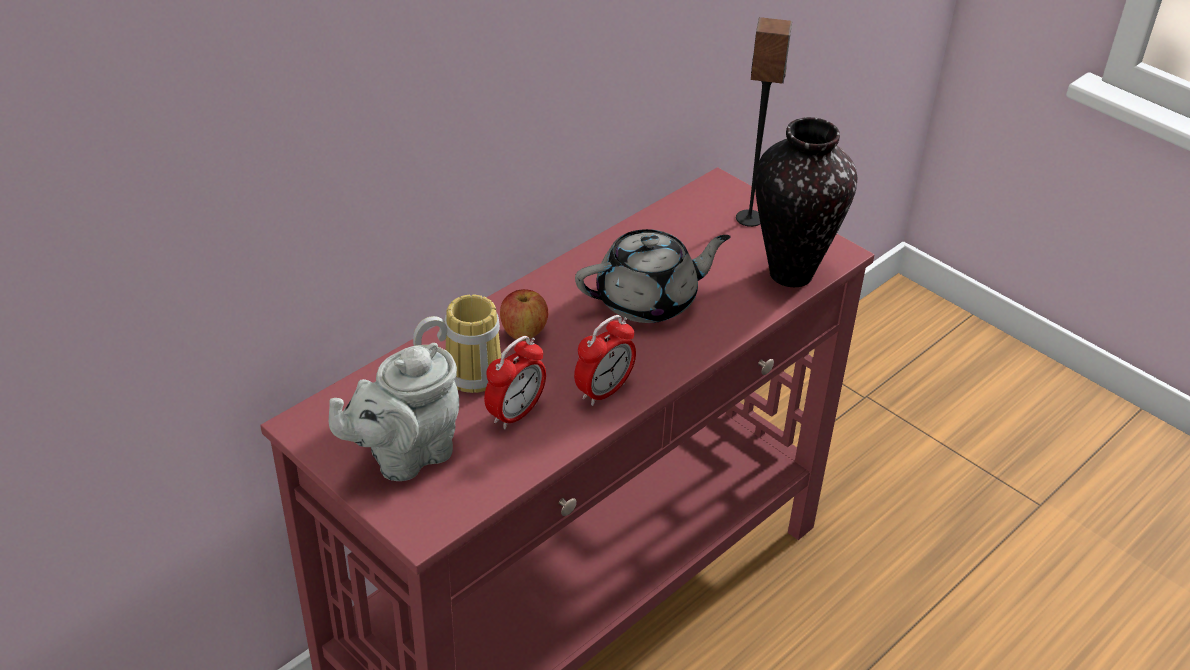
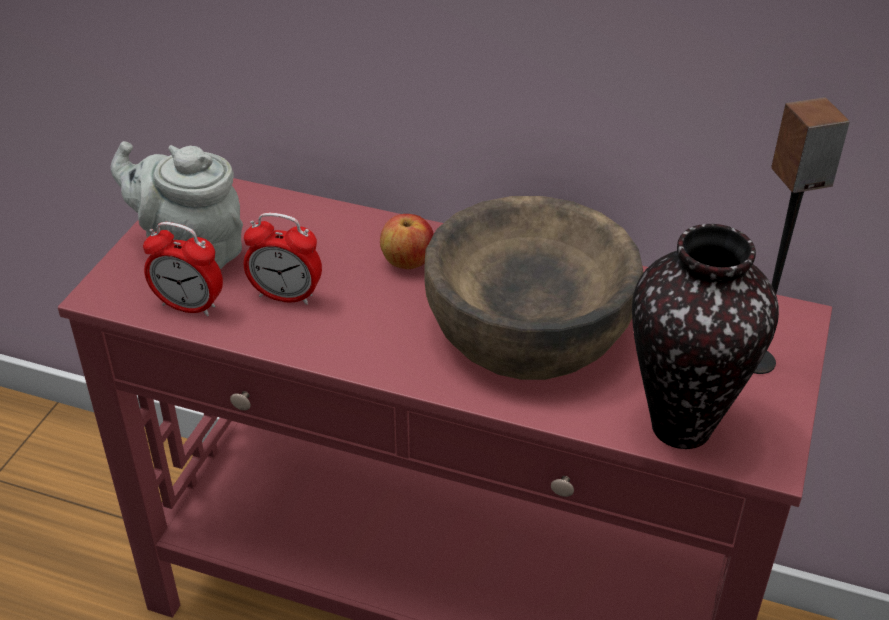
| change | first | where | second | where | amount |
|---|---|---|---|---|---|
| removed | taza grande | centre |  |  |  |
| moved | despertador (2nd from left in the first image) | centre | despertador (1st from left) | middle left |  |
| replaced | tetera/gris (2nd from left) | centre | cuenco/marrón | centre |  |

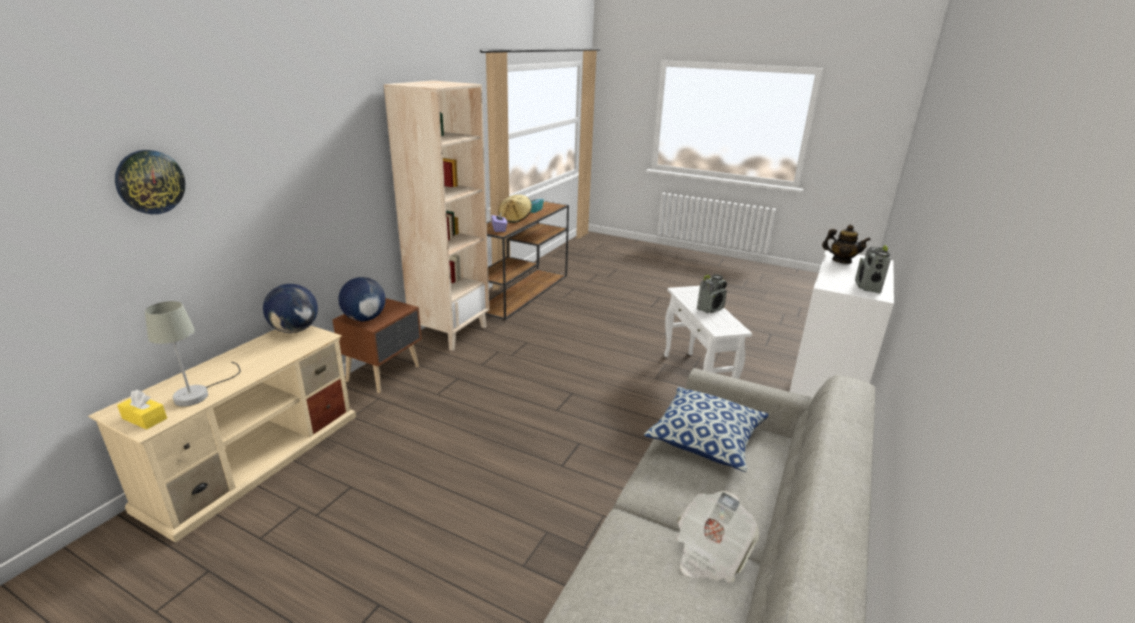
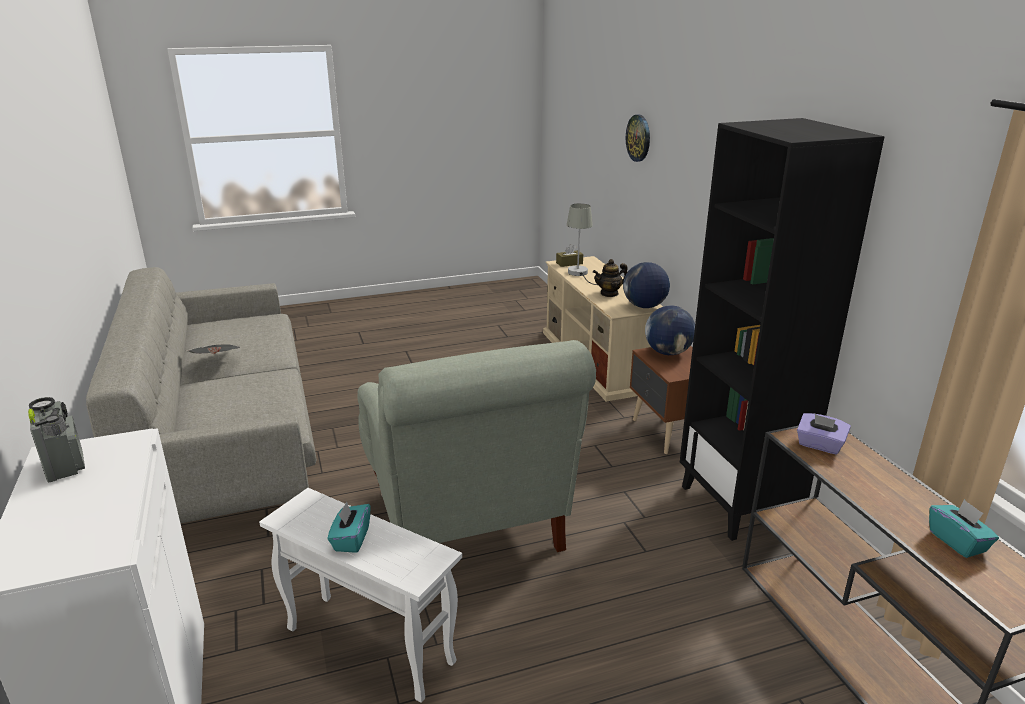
| change | first | where | second | where | amount |
|---|---|---|---|---|---|
| recoloured | caja de pañuelos/amarillo | middle left | caja de pañuelos/marrón | centre |  |
| recoloured | estantería/beis | centre | estantería/negro | middle right |  |
| removed | sombrero/beis | centre |  |  |  |
| removed | cojín | bottom centre |  |  |  |
| replaced | radio (1st from left) | centre | caja de pañuelos/turquesa (1st from left) | bottom centre |  |
| moved | tetera | middle right |  | centre |  |
| added |  |  | sillón/gris | centre |  |

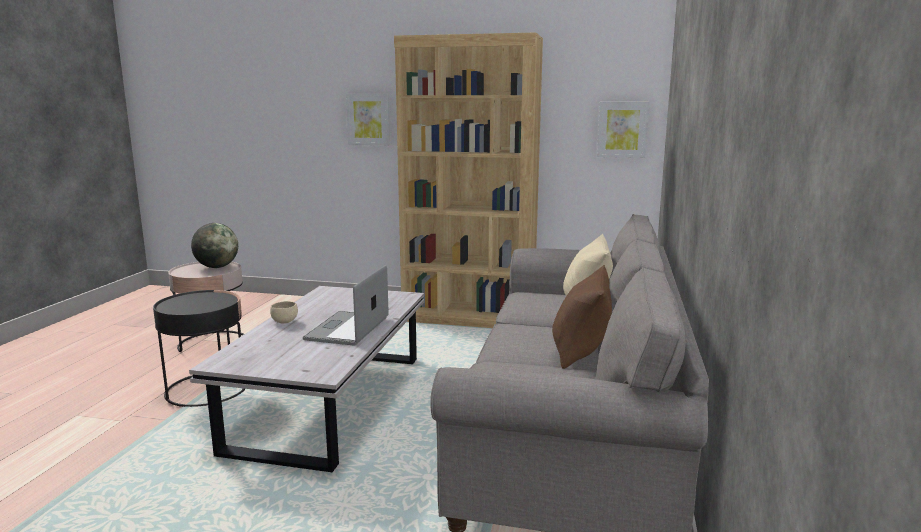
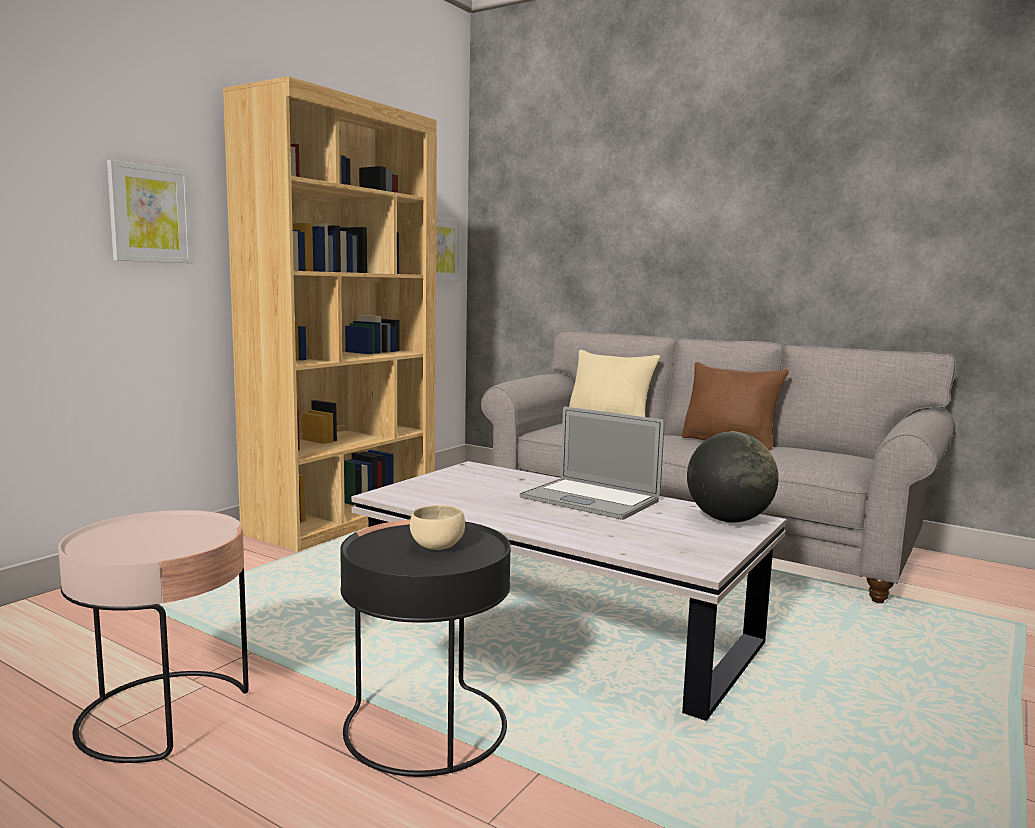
| change | first | where | second | where | amount |
|---|---|---|---|---|---|
| moved | globo terráqueo | middle left |  | middle right |  |
| moved | cuenco/beis | middle left |  | centre |  |

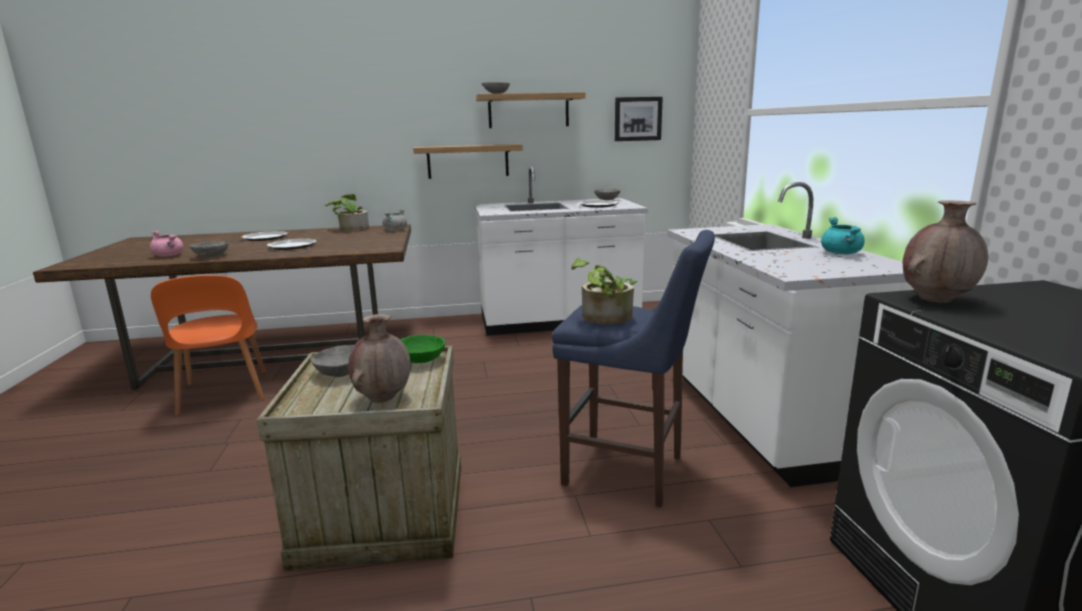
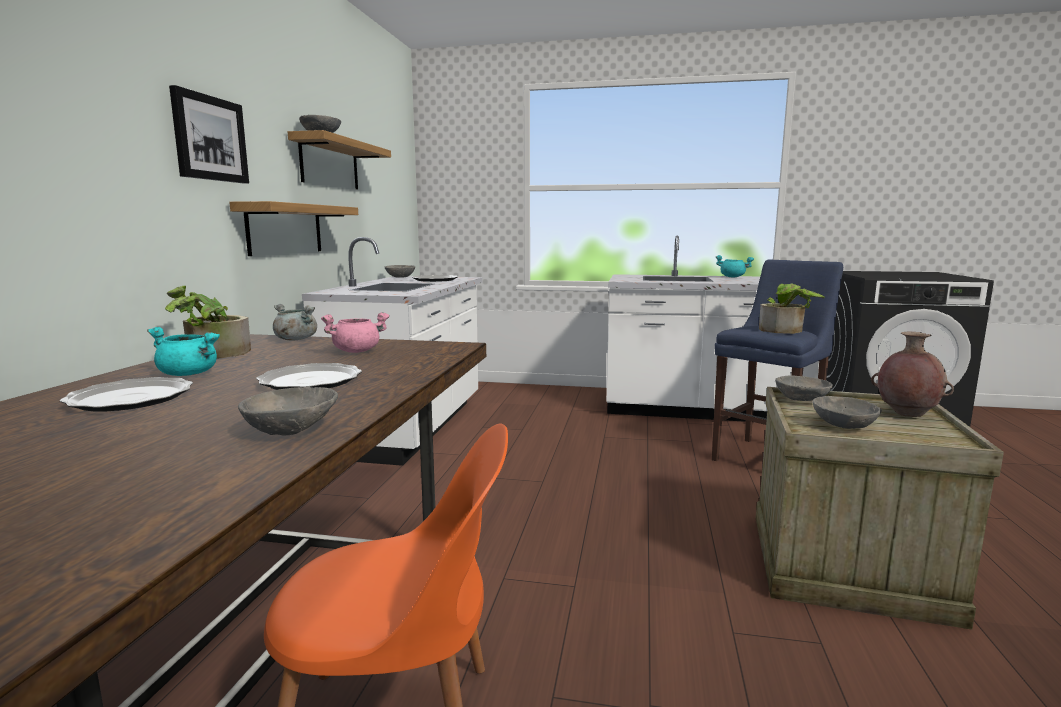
| change | first | where | second | where | amount |
|---|---|---|---|---|---|
| moved | olla/rosa | middle left |  | centre |  |
| recoloured | cuenco/verde | centre | cuenco/gris (4th from left) | middle right |  |
| moved | cuadro | top centre |  | top left |  |
| removed | florero/marrón (2nd from left) | middle right |  |  |  |
| added |  |  | olla/turquesa (1st from left) | middle left |  |

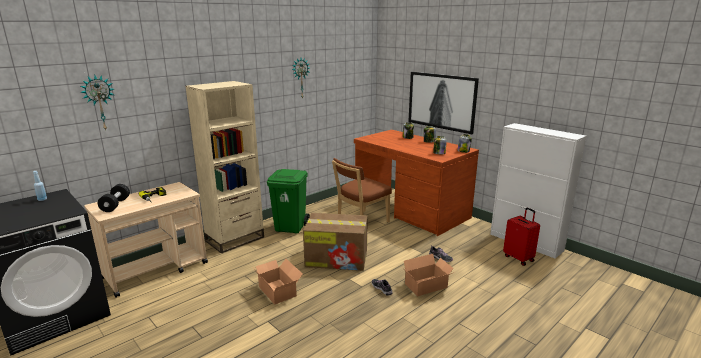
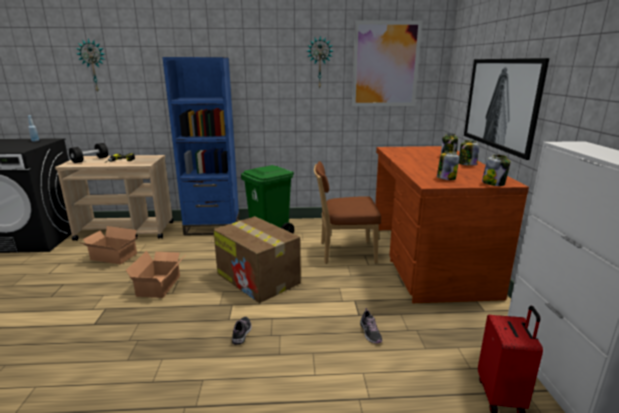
| change | first | where | second | where | amount |
|---|---|---|---|---|---|
| recoloured | estantería/beis | middle left | estantería/azul | middle left |  |
| moved | caja de cartón (3rd from left in the first image) | bottom centre | caja de cartón (1st from left) | middle left |  |
| added |  |  | cuadro (1st from left) | top centre |  |

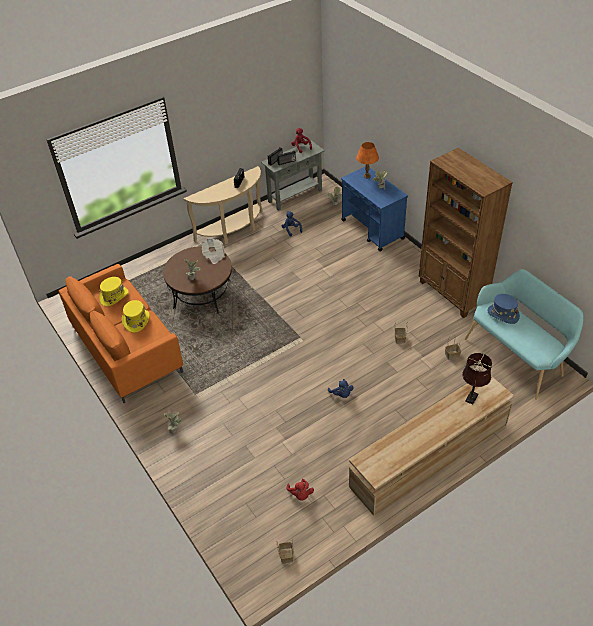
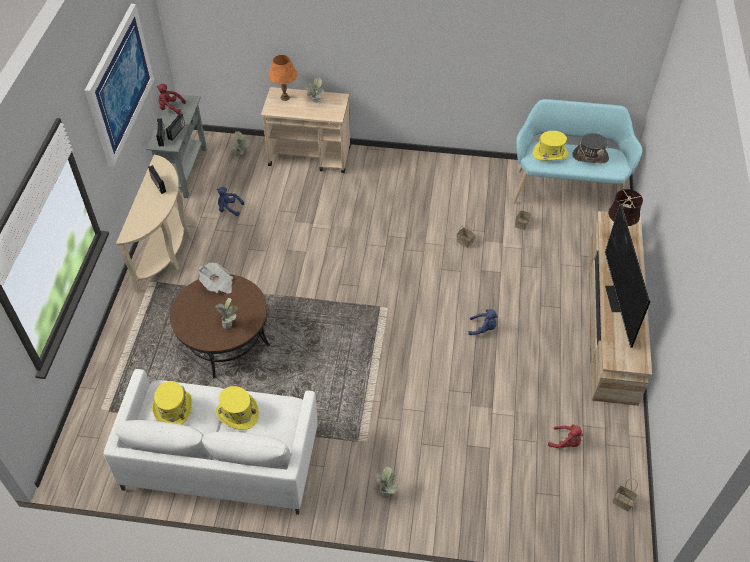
| change | first | where | second | where | amount |
|---|---|---|---|---|---|
| recoloured | sofá/naranja | middle left | sofá/blanco | bottom left |  |
| recoloured | carrito/azul | centre | carrito/beis | top centre |  |
| removed | estantería/marrón | middle right |  |  |  |
| recoloured | sombrero/azul | middle right | sombrero/amarillo (3rd from left) | top right |  |
| added |  |  | cuadro | top left |  |
| added |  |  | sombrero/gris | top right |  |
| added |  |  | televisor | middle right |  |

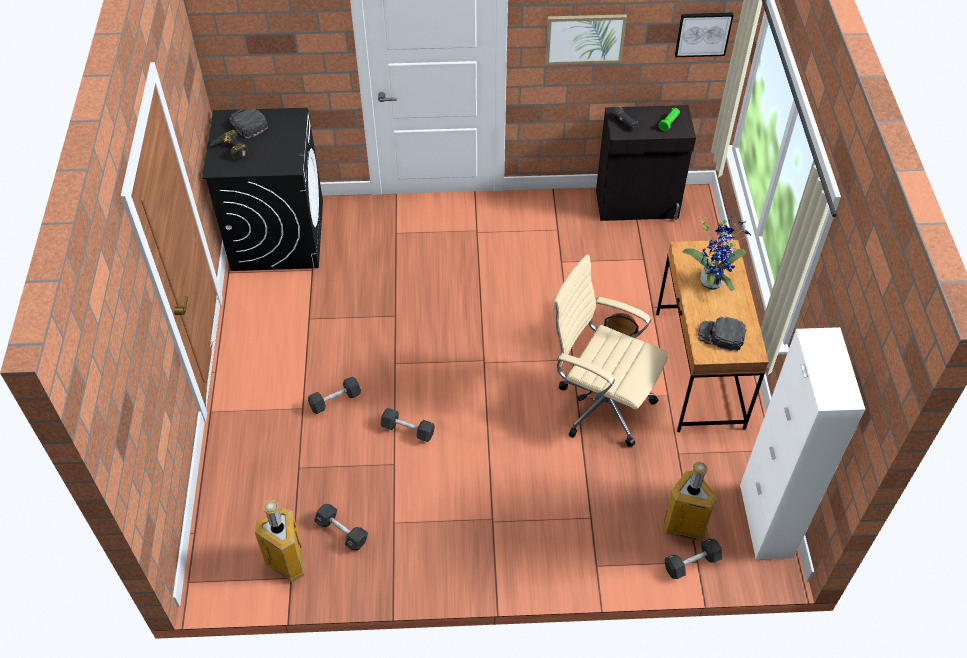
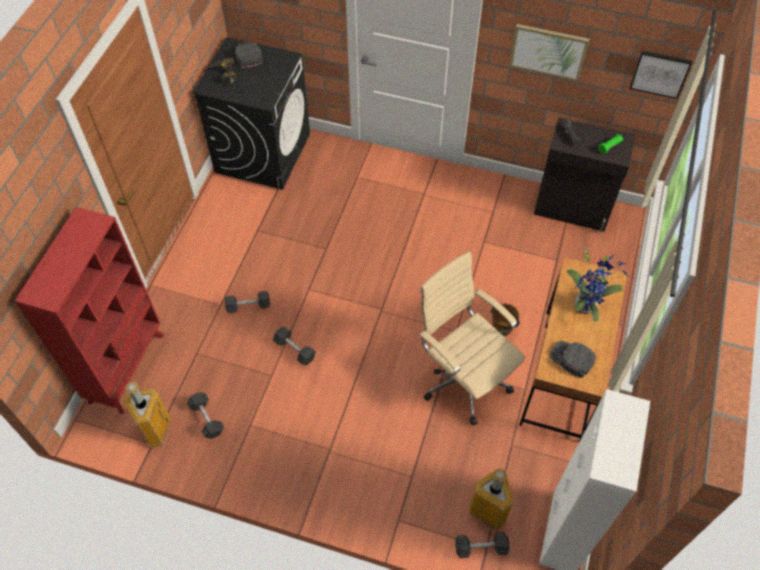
| change | first | where | second | where | amount |
|---|---|---|---|---|---|
| added |  |  | estantería/rojo | middle left |  |

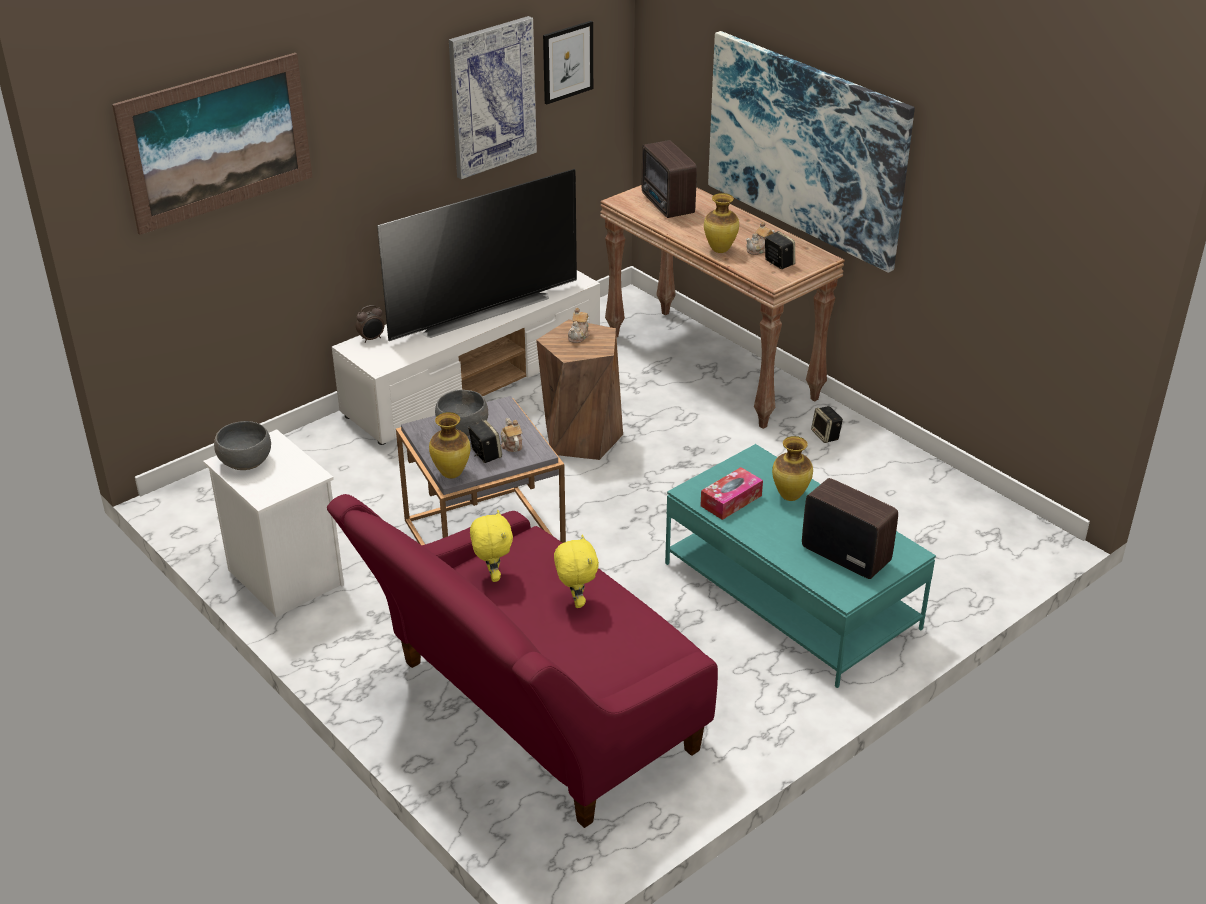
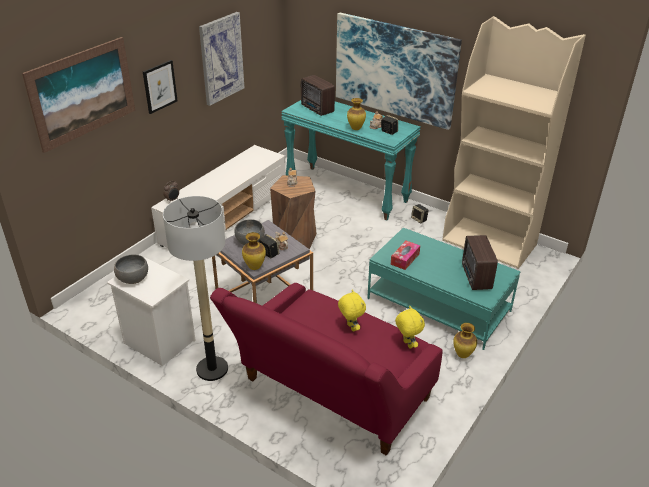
| change | first | where | second | where | amount |
|---|---|---|---|---|---|
| removed | televisor | top centre |  |  |  |
| moved | peluche/amarillo (1st from left in the first image) | centre | peluche/amarillo (2nd from left) | bottom centre |  |
| moved | cuadro (3rd from left in the first image) | top centre | cuadro (2nd from left) | top left |  |
| recoloured | mesa consola/marrón | centre | mesa consola/turquesa | top centre |  |
| moved | florero (3rd from left) | centre |  | bottom right |  |
| turned | radio (2nd from left) | middle right |  | middle right | 120 degrees counterclockwise |
| added |  |  | lámpara de pie | middle left |  |
| added |  |  | estantería/beis | top right |  |

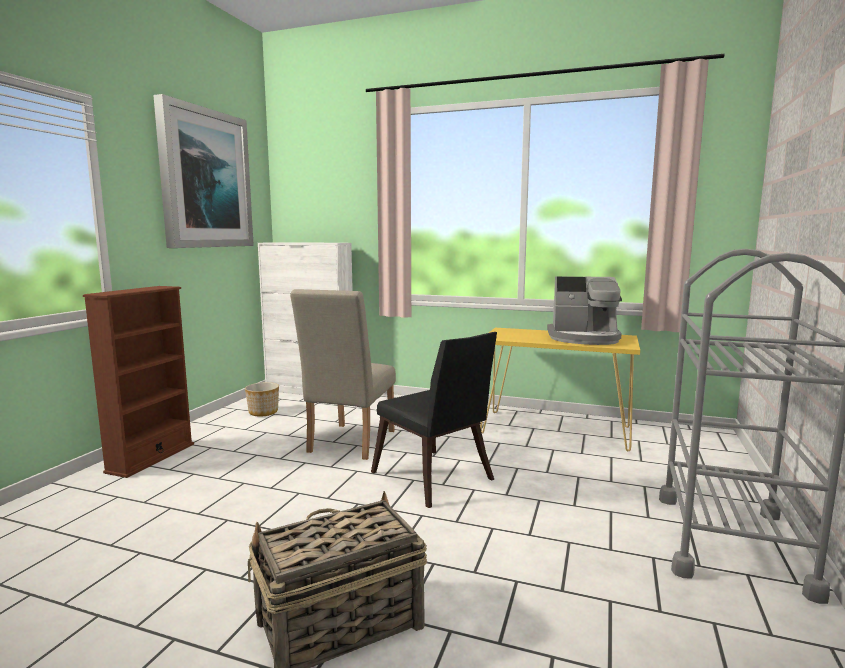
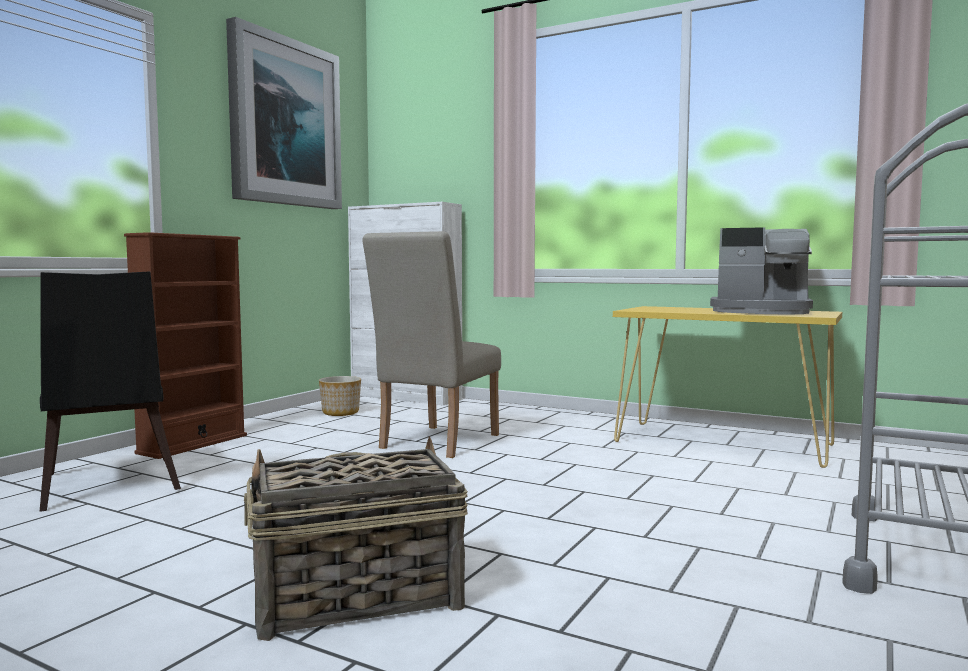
| change | first | where | second | where | amount |
|---|---|---|---|---|---|
| moved | silla/negro | centre |  | middle left |  |

